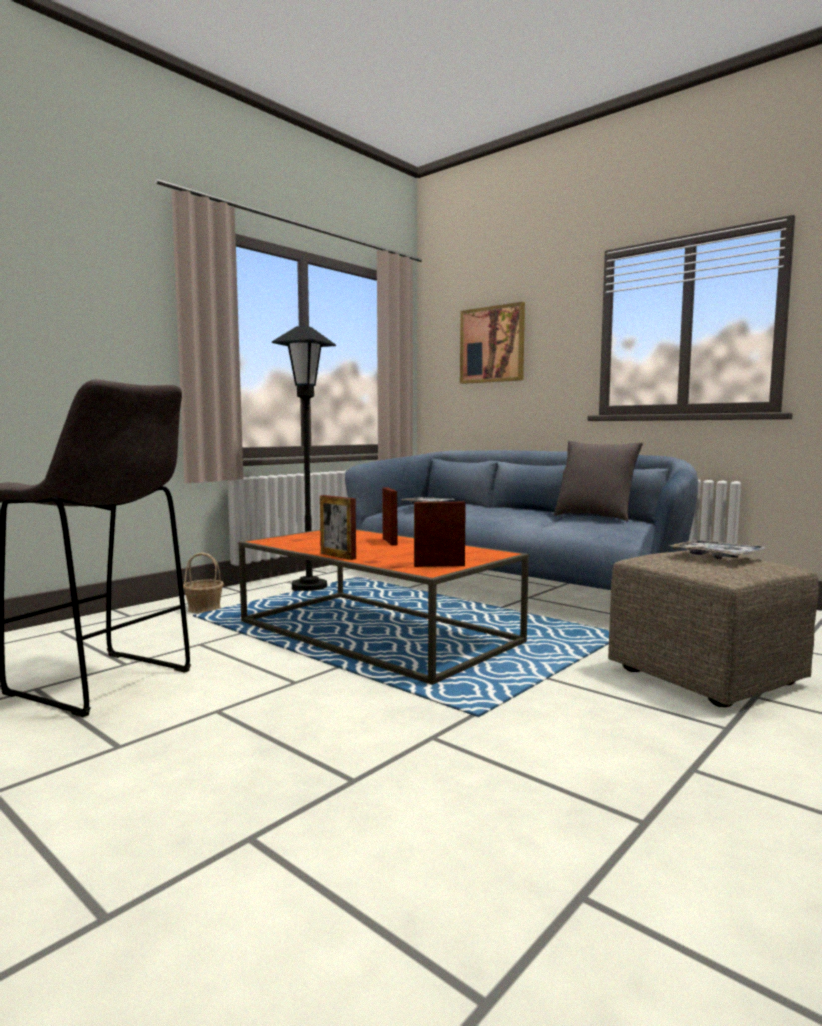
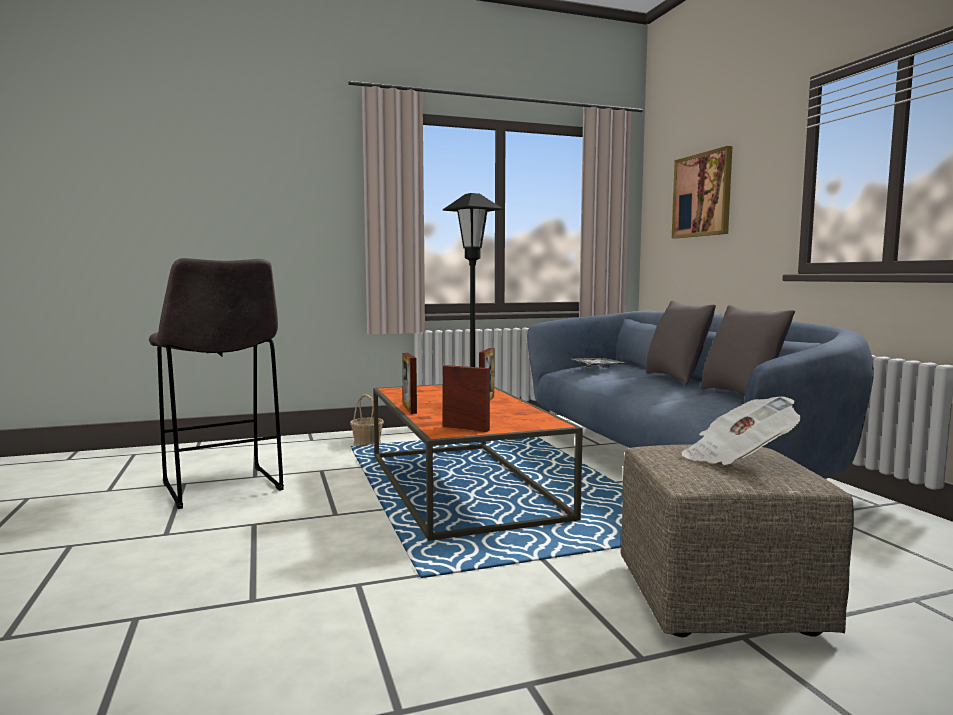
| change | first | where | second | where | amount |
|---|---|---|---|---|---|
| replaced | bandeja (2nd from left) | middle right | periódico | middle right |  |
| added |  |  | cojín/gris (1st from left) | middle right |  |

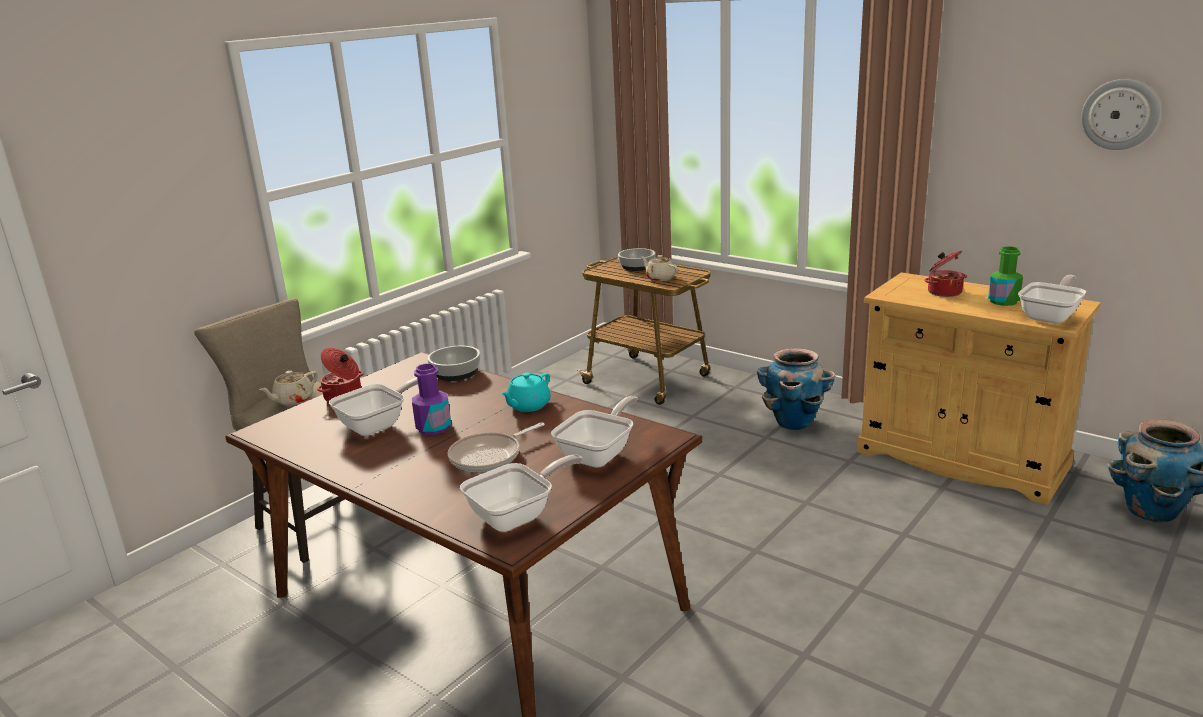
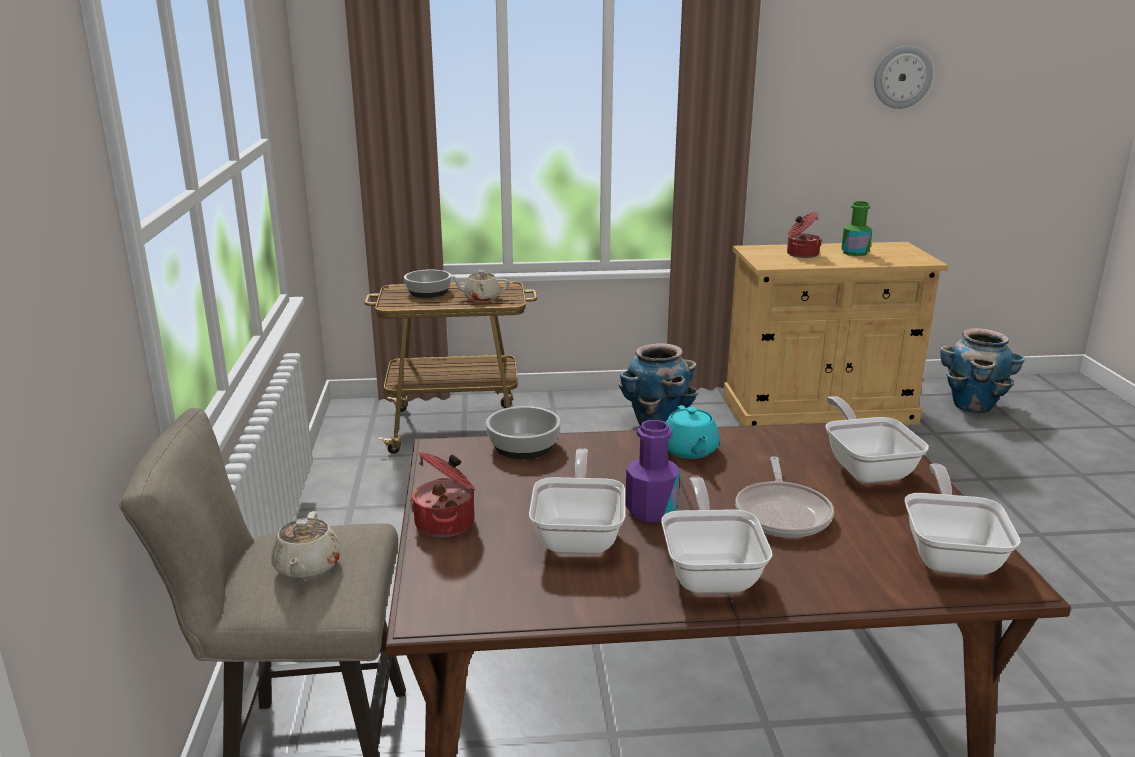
| change | first | where | second | where | amount |
|---|---|---|---|---|---|
| moved | sartén (5th from left in the first image) | middle right | sartén (2nd from left) | bottom centre |  |

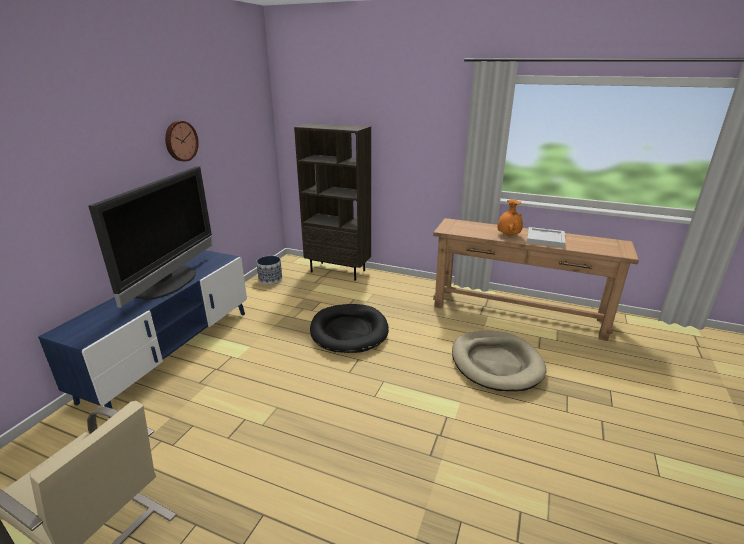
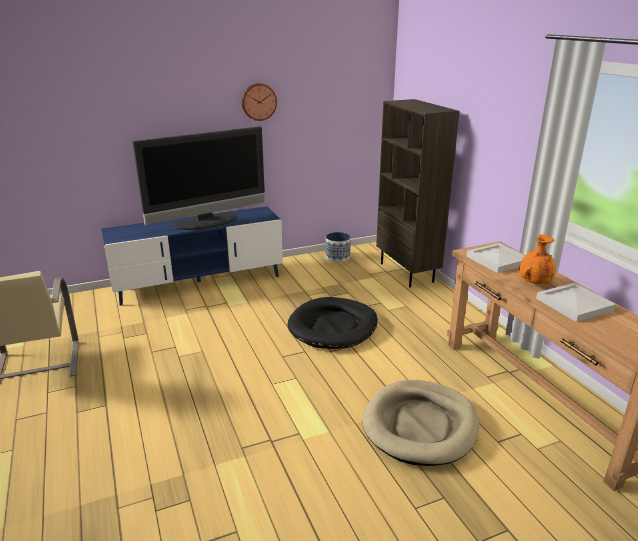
| change | first | where | second | where | amount |
|---|---|---|---|---|---|
| added |  |  | bandeja/blanco (1st from left) | middle right |  |

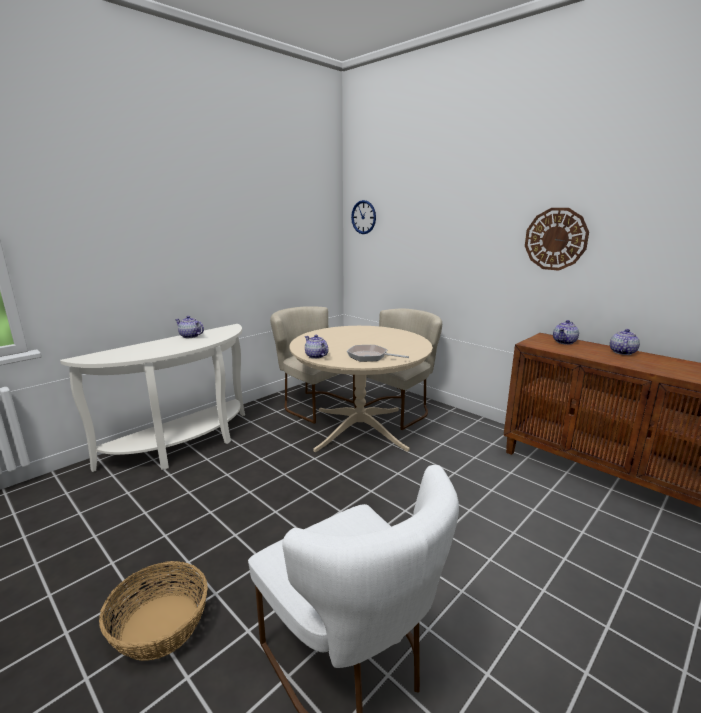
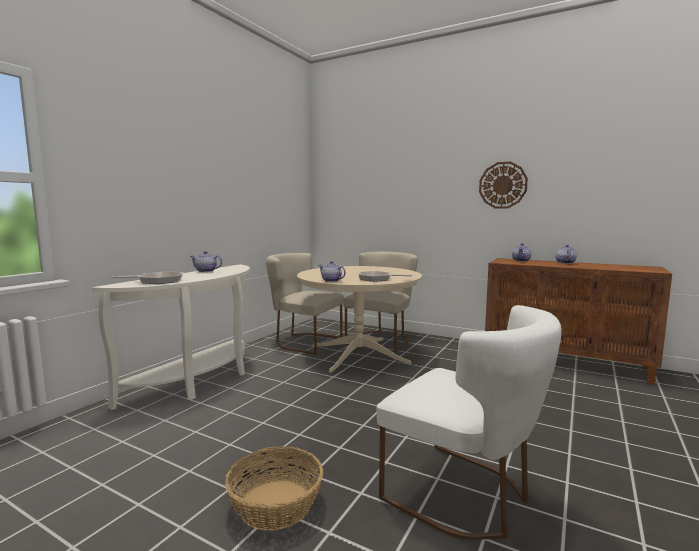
| change | first | where | second | where | amount |
|---|---|---|---|---|---|
| removed | reloj de pared (1st from left) | top centre |  |  |  |
| added |  |  | sartén (1st from left) | middle left |  |

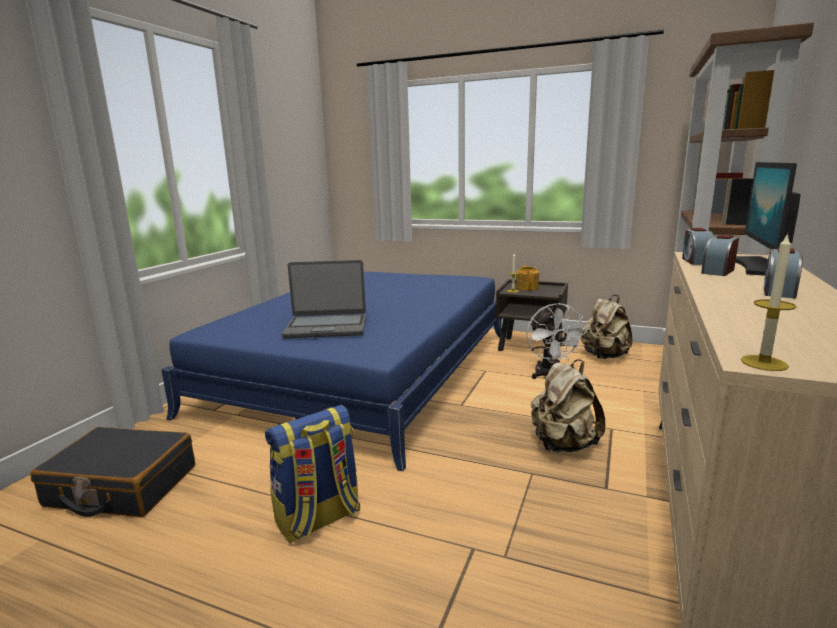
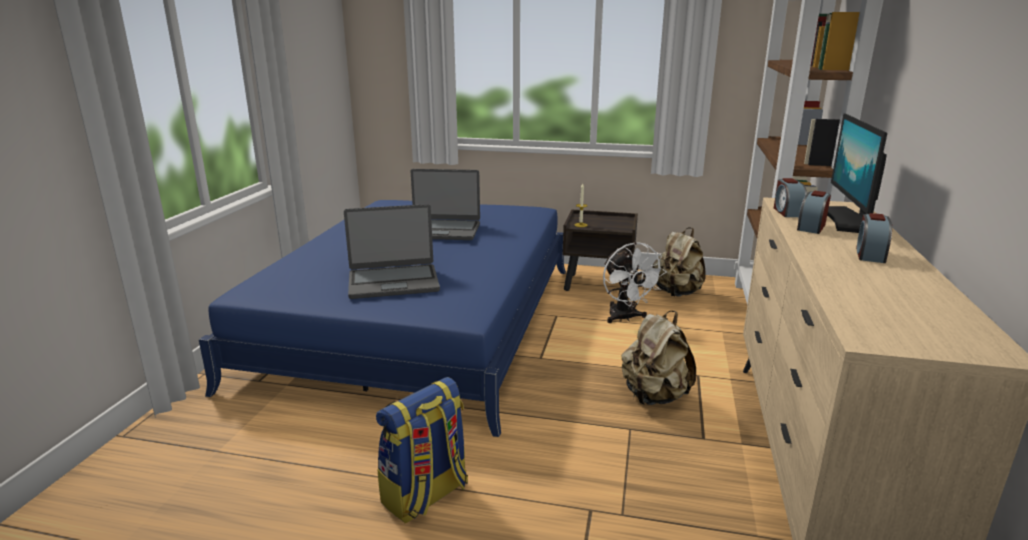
| change | first | where | second | where | amount |
|---|---|---|---|---|---|
| removed | maleta/negro | bottom left |  |  |  |
| removed | tetera | centre |  |  |  |
| removed | vela (2nd from left) | middle right |  |  |  |
| added |  |  | portátil (2nd from left) | centre |  |

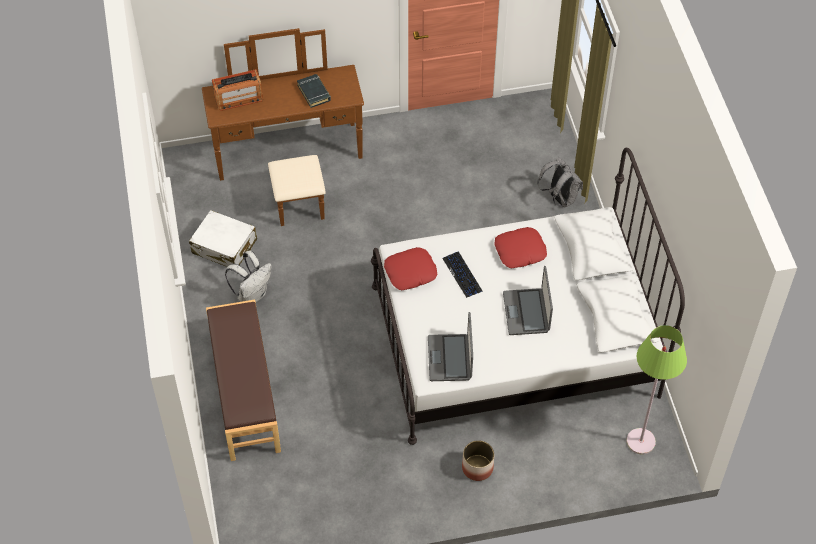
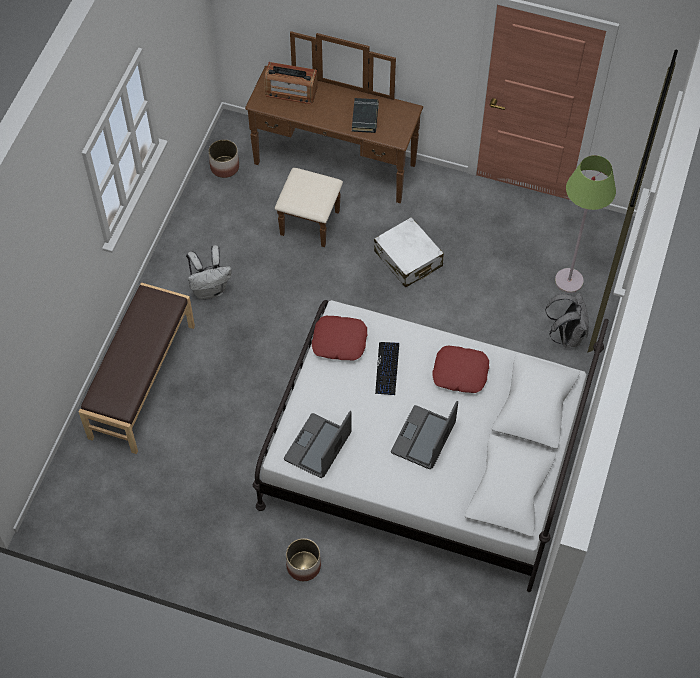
| change | first | where | second | where | amount |
|---|---|---|---|---|---|
| moved | maleta/blanco | middle left |  | centre |  |
| moved | lámpara de pie/verde | bottom right |  | top right |  |
| added |  |  | maceta (1st from left) | top left |  |

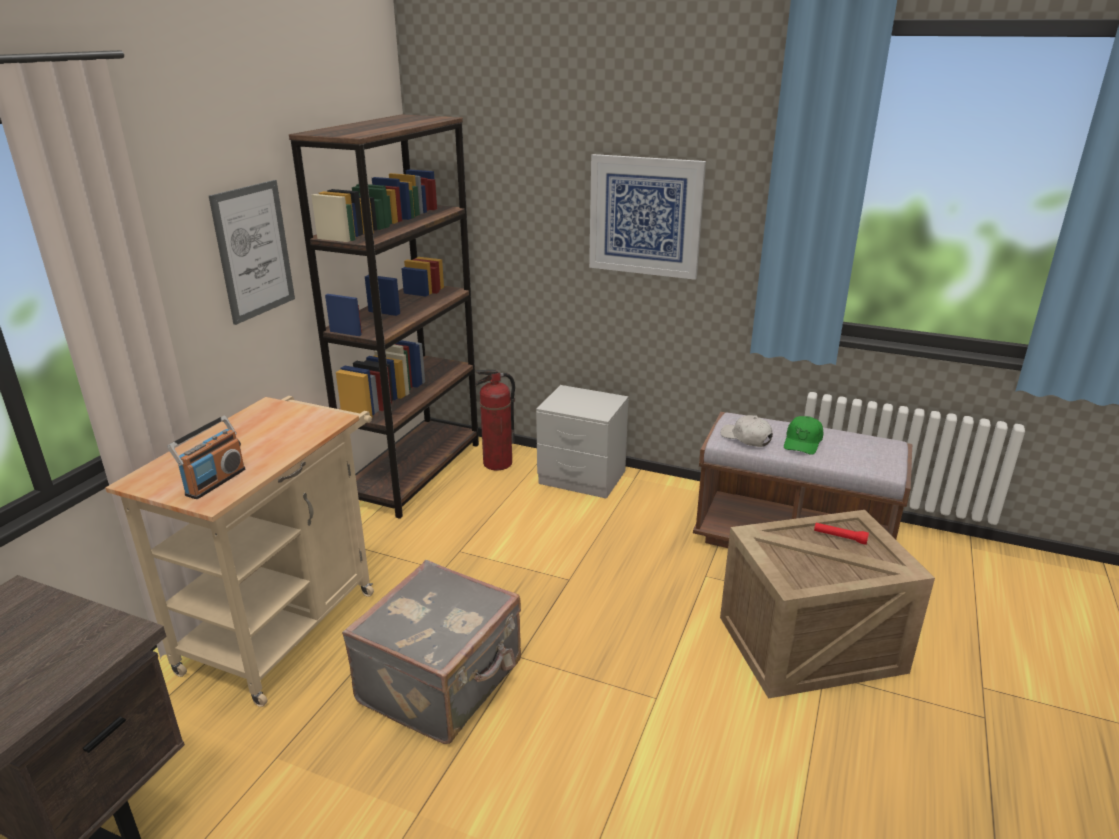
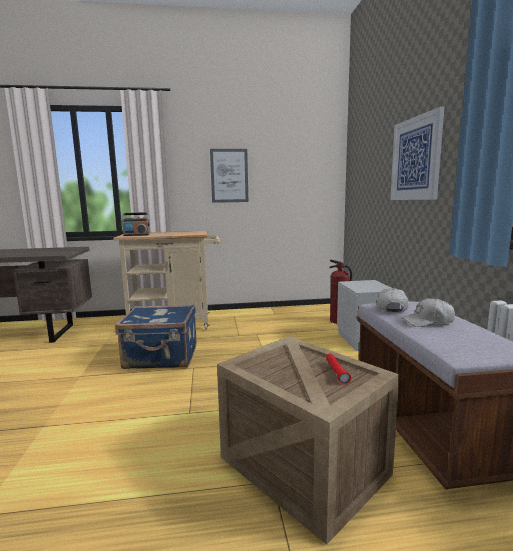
| change | first | where | second | where | amount |
|---|---|---|---|---|---|
| removed | estantería/marrón | centre |  |  |  |
| recoloured | maleta/gris | bottom centre | maleta/azul | middle left |  |
| recoloured | gorra/verde | middle right | gorra/blanco (2nd from left) | middle right |  |

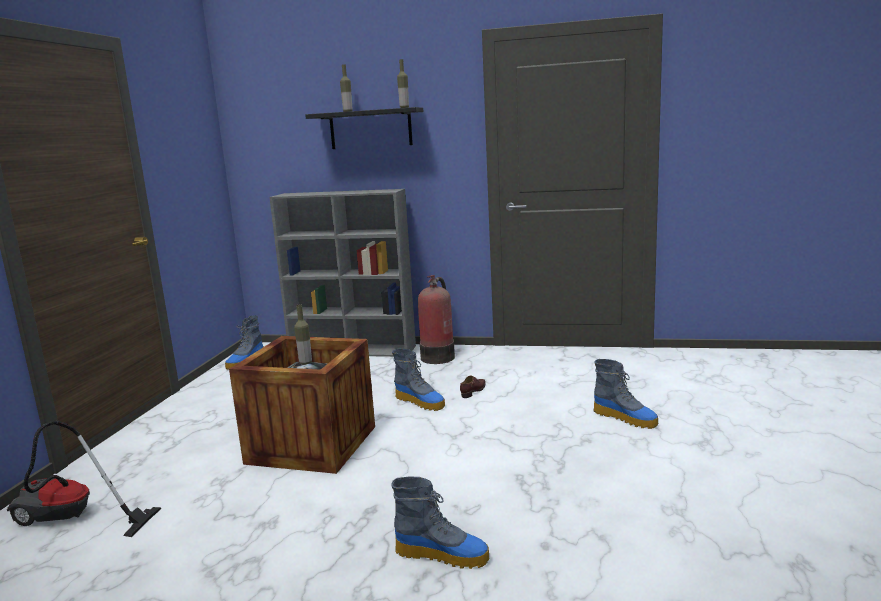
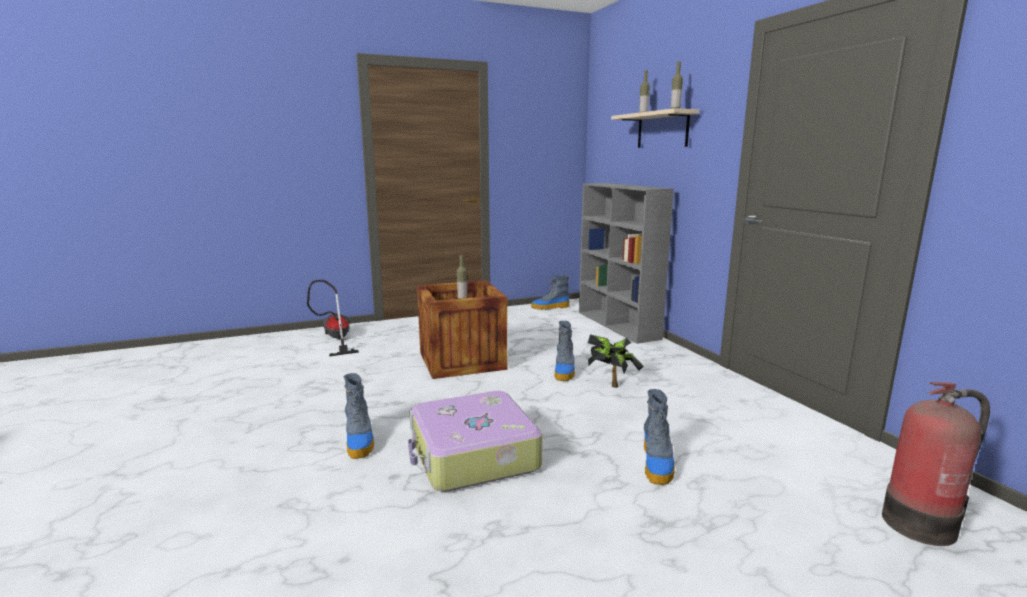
| change | first | where | second | where | amount |
|---|---|---|---|---|---|
| recoloured | estante/negro | top centre | estante/beis | top centre |  |
| moved | extintor | centre |  | bottom right |  |
| replaced | zapato/marrón | centre | planta en maceta | centre |  |
| added |  |  | maleta | bottom centre |  |

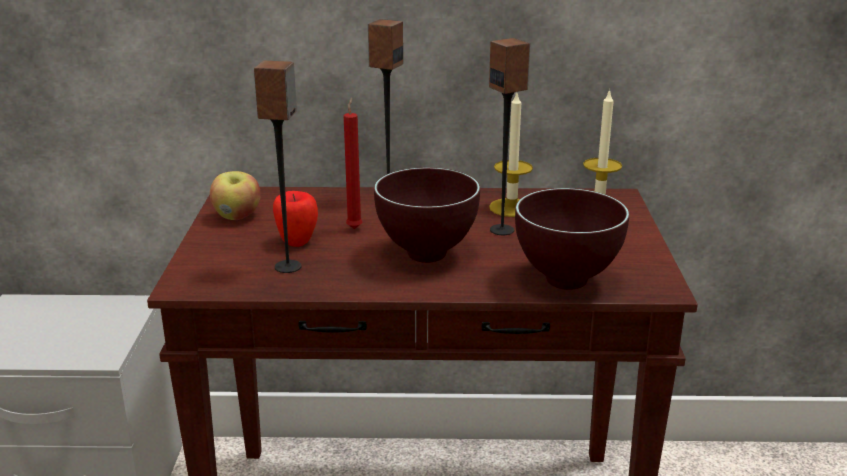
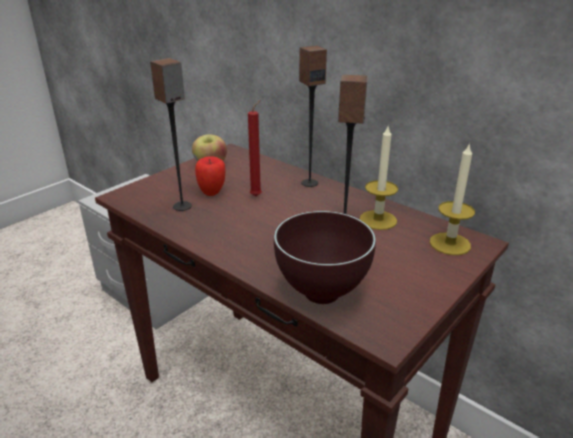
| change | first | where | second | where | amount |
|---|---|---|---|---|---|
| removed | cuenco/marrón (1st from left) | centre |  |  |  |

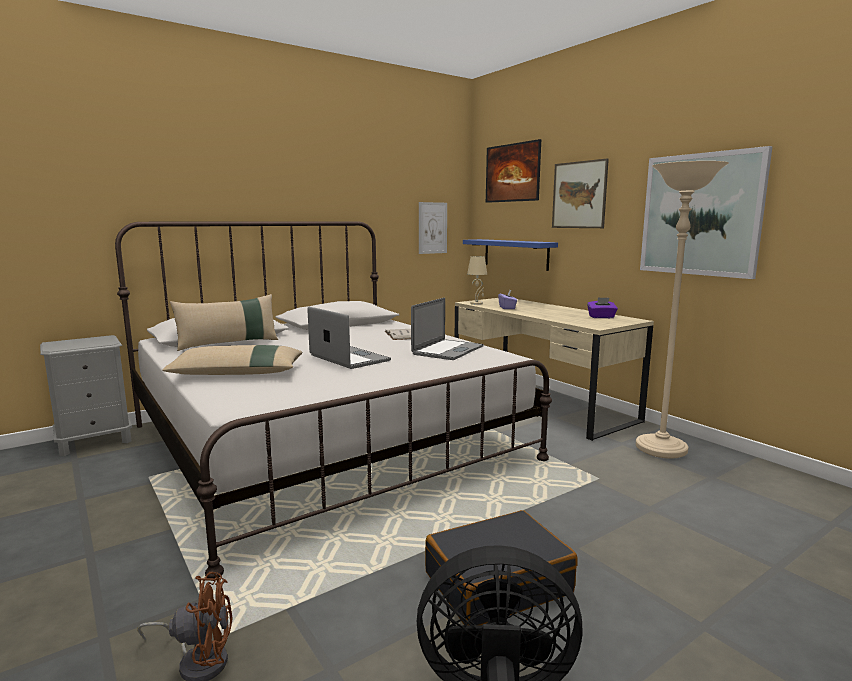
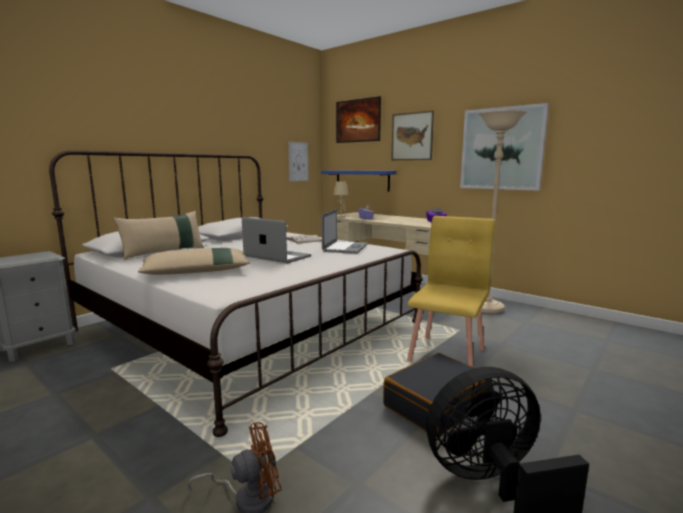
| change | first | where | second | where | amount |
|---|---|---|---|---|---|
| added |  |  | silla/amarillo | centre |  |

